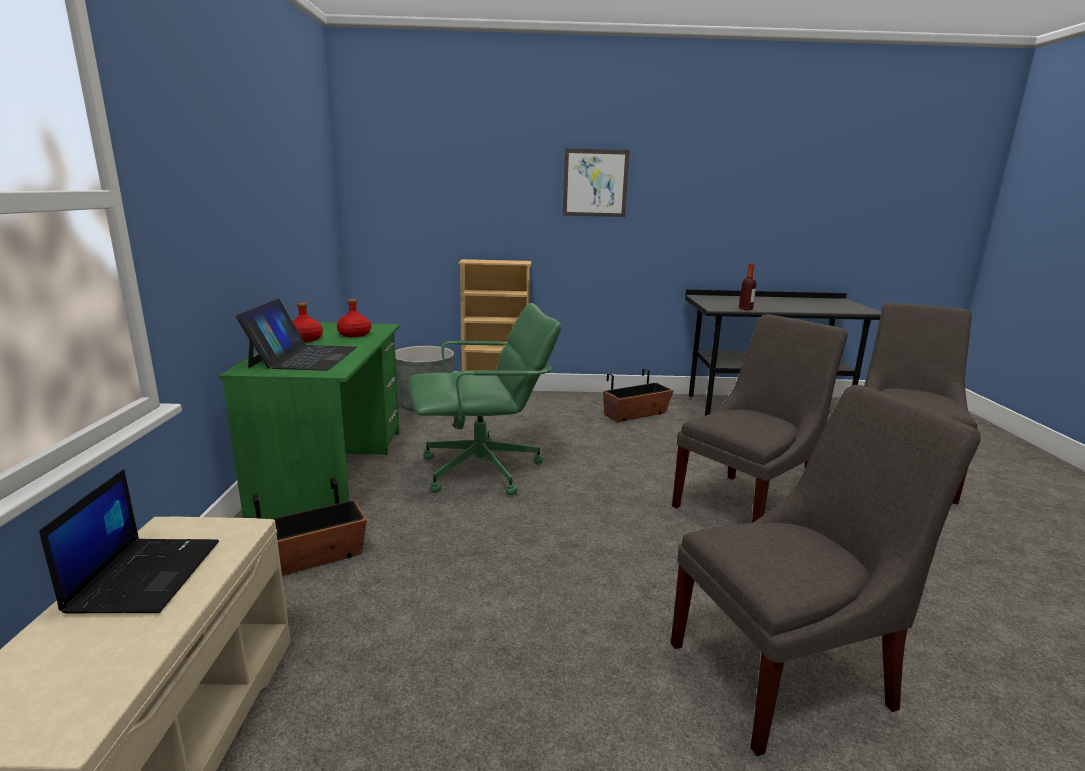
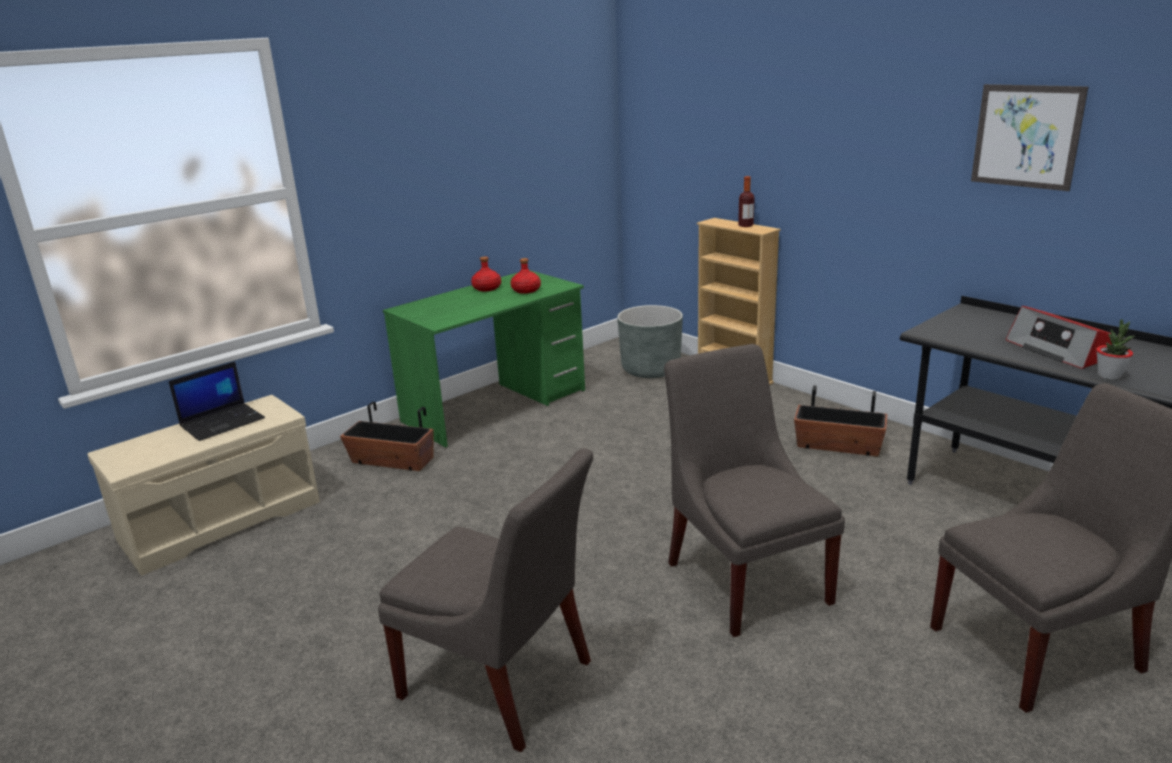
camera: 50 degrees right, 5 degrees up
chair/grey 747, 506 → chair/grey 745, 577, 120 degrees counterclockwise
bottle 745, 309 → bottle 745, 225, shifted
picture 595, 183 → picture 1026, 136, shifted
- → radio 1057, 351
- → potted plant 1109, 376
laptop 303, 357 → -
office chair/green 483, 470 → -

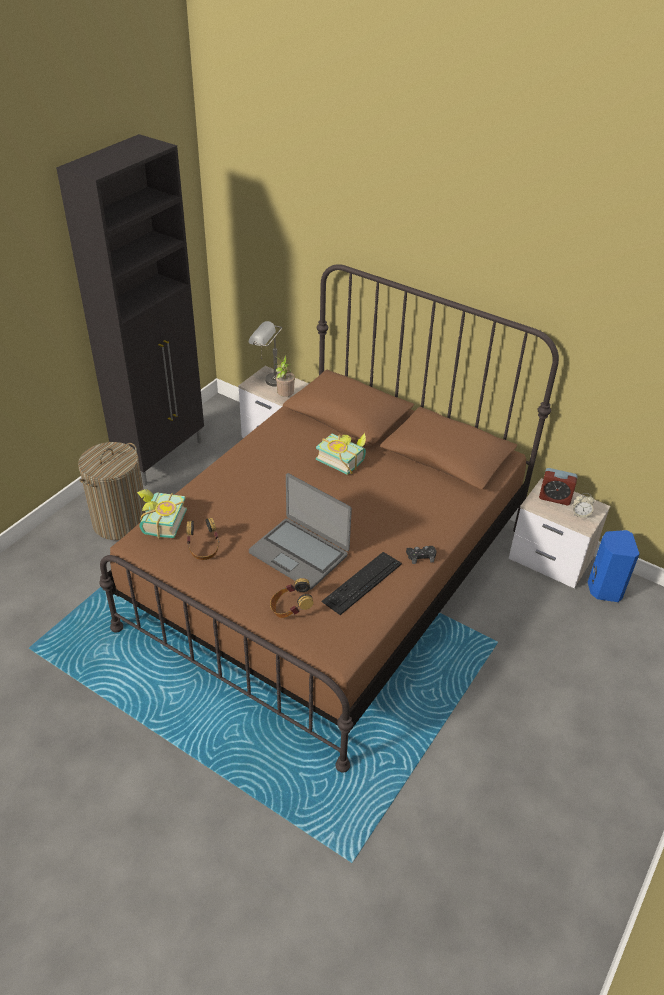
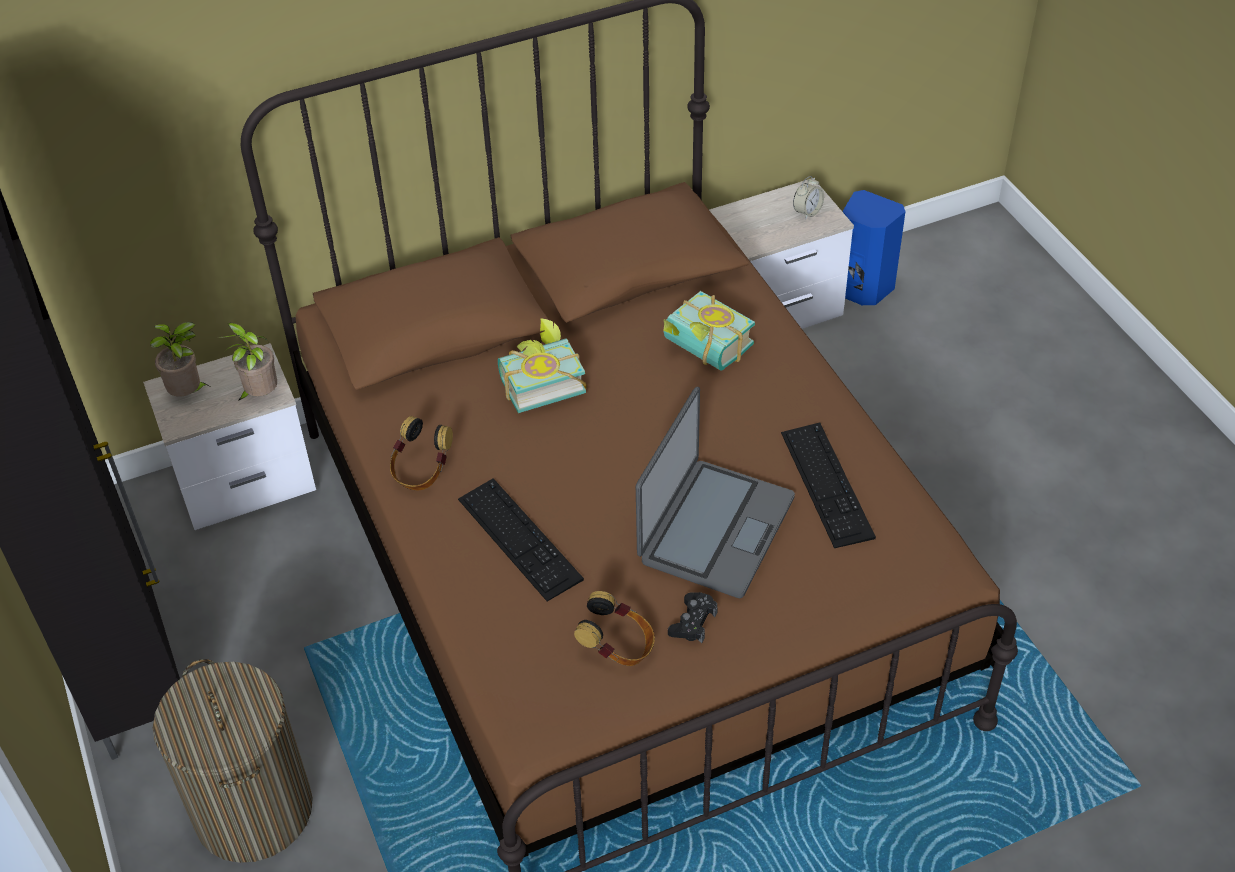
camera: 55 degrees left, 5 degrees up
table lamp/grey 268, 379 → potted plant 189, 394
headphones 290, 609 → headphones 421, 471, shifted
- → keyboard 519, 539
laptop 299, 553 → laptop 715, 529, 45 degrees counterclockwise
book 159, 522 → book 702, 351, shifted
game controller/black 421, 556 → game controller/black 693, 622, shifted
alarm clock 555, 498 → -

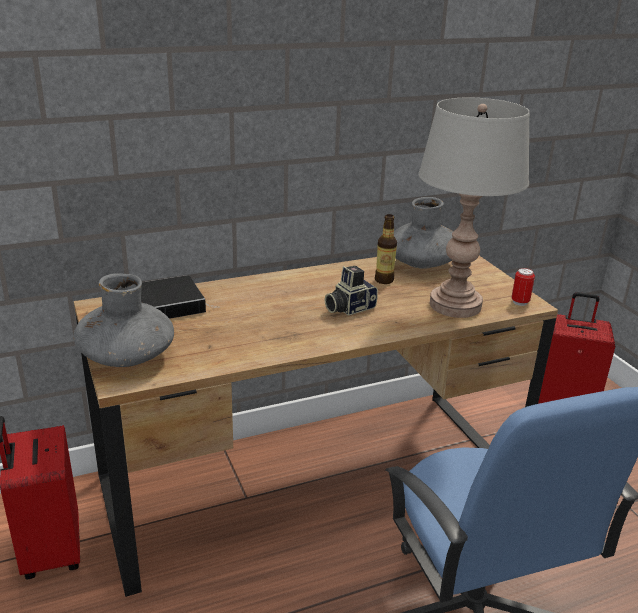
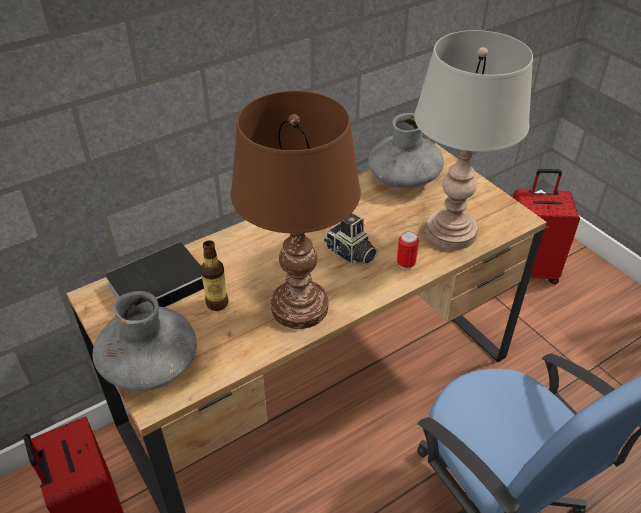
camera: 10 degrees left, 15 degrees up
bottle 384, 280 → bottle 217, 303, shifted
- → table lamp/brown 299, 307
photo camera 349, 308 → photo camera 350, 254, 90 degrees counterclockwise
can 520, 302 → can 406, 264, shifted

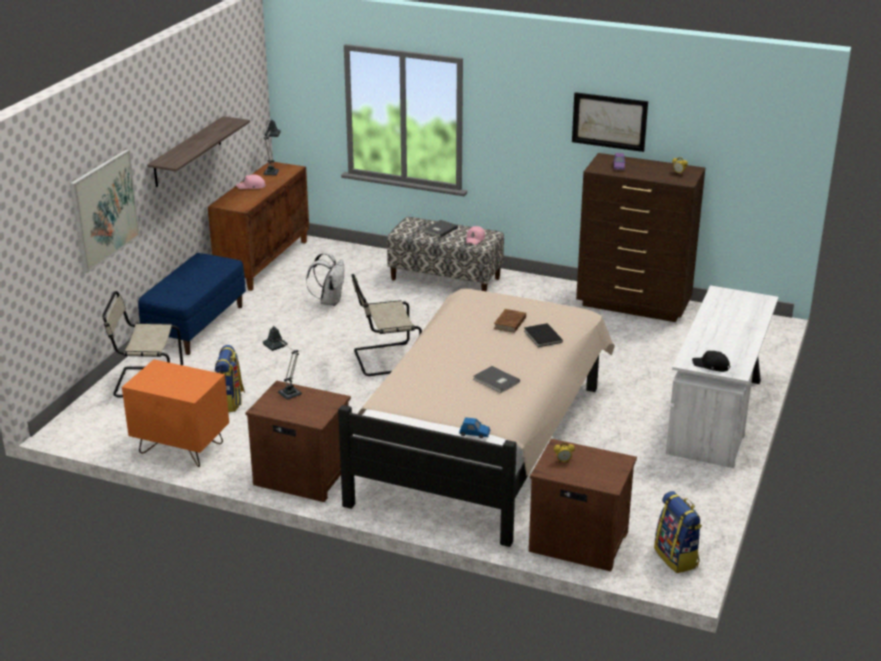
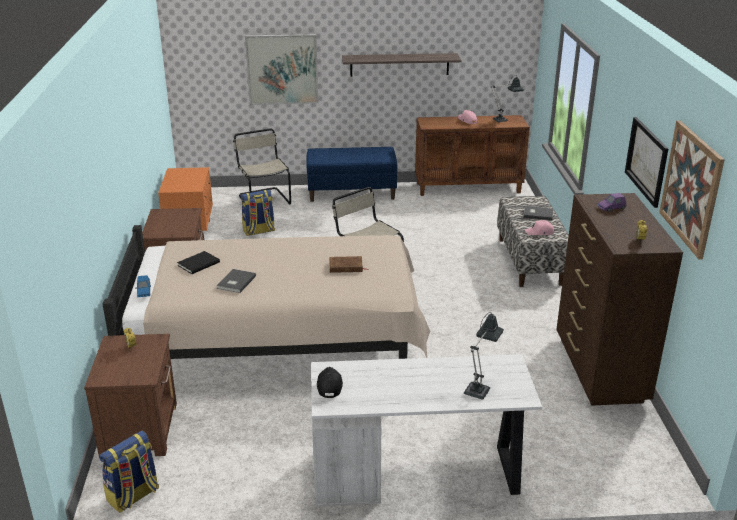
camera: 65 degrees right, 0 degrees up
book/black 542, 337 → book/black 197, 263, shifted
table lamp 286, 391 → table lamp 479, 388, shifted
- → picture 691, 188
backpack/white 329, 301 → -

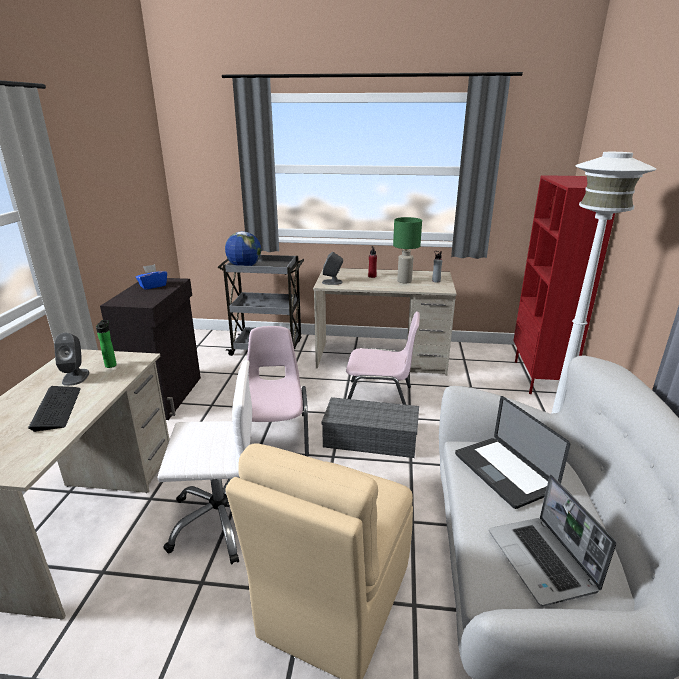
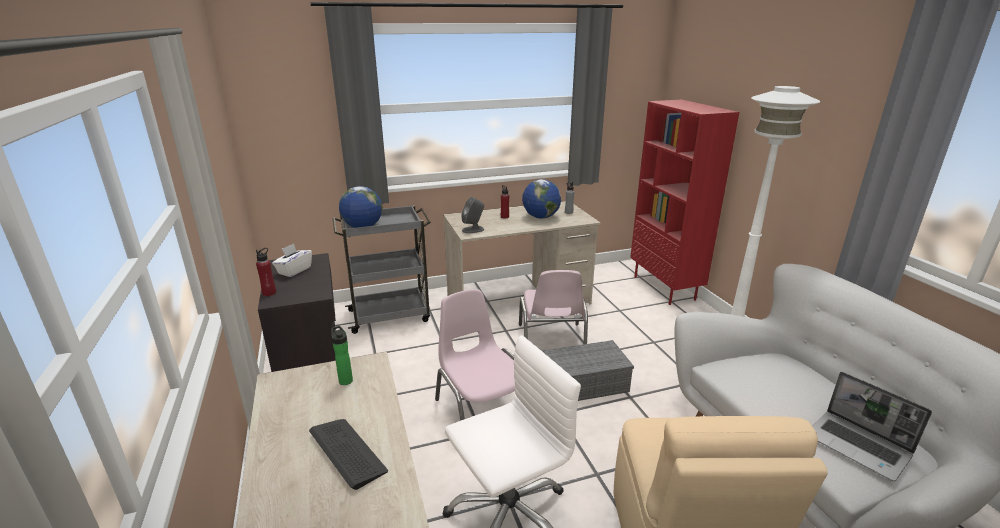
camera: 25 degrees left, 0 degrees up
- → bottle/red 269, 293
tissue box/blue 153, 286 → tissue box/white 294, 270
chair/pink 379, 399 → chair/pink 551, 342, 105 degrees clockwise
table lamp/green 404, 281 → globe 540, 217
speaker/grey 76, 377 → -
laptop 503, 472 → -

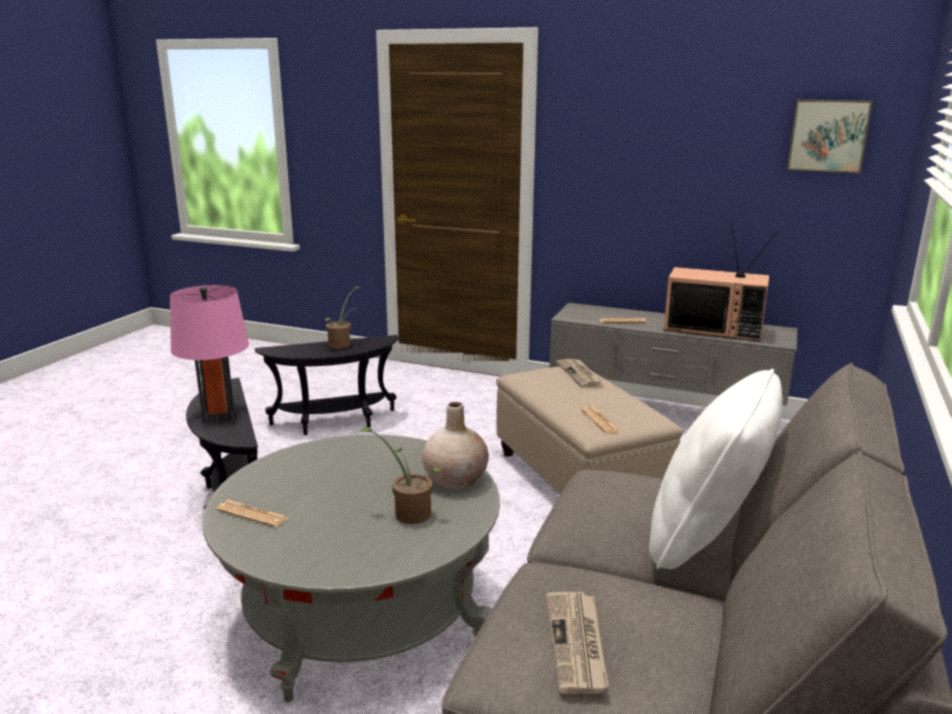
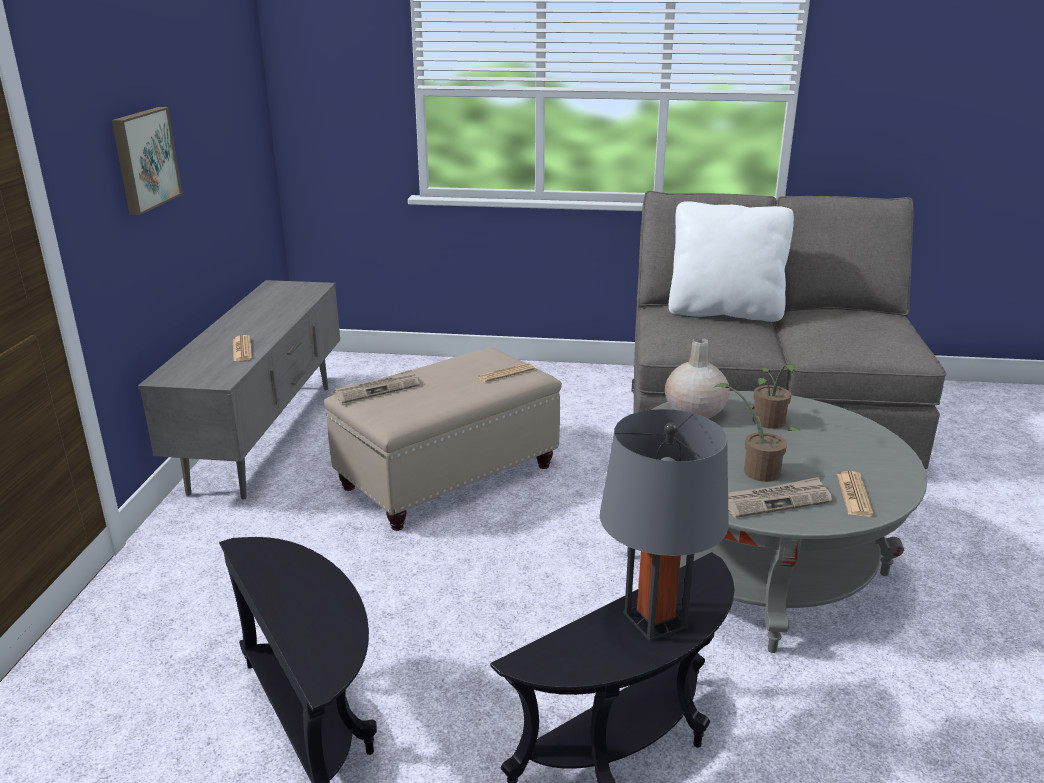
camera: 105 degrees left, 5 degrees up
picture 828, 135 → picture 144, 159, shifted
table lamp/pink 219, 415 → table lamp/grey 654, 620
potted plant 342, 344 → potted plant 756, 470, shifted
newspaper 577, 644 → newspaper 776, 500, shifted
television 714, 329 → -

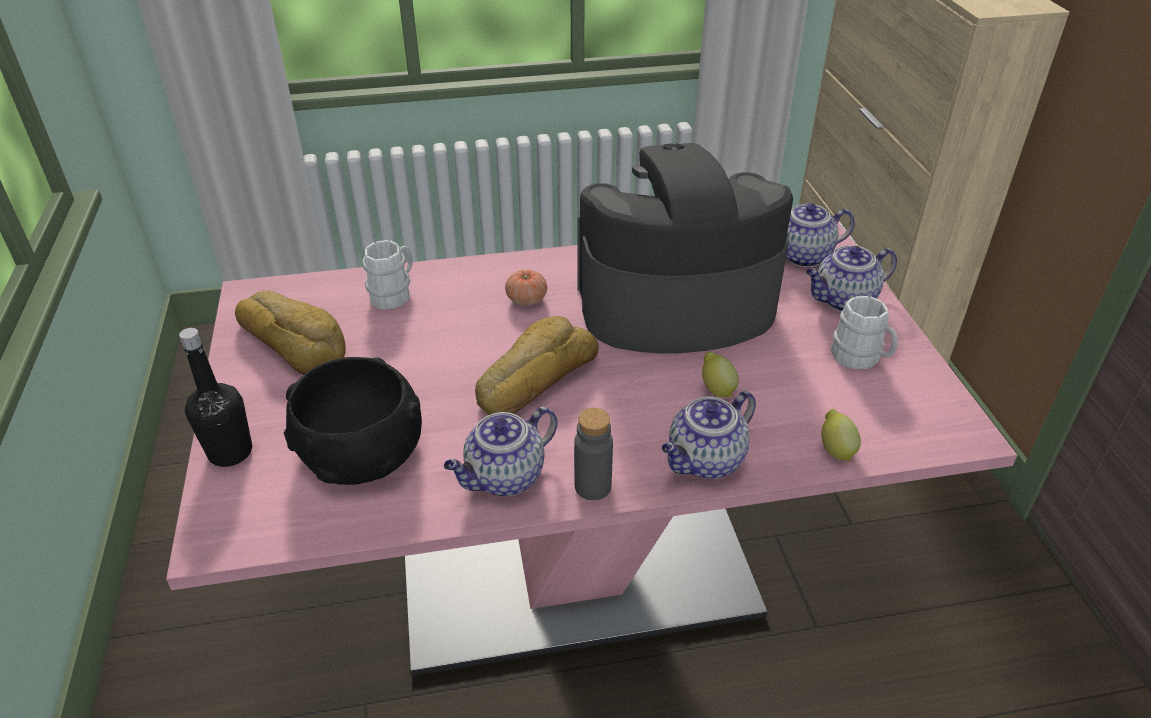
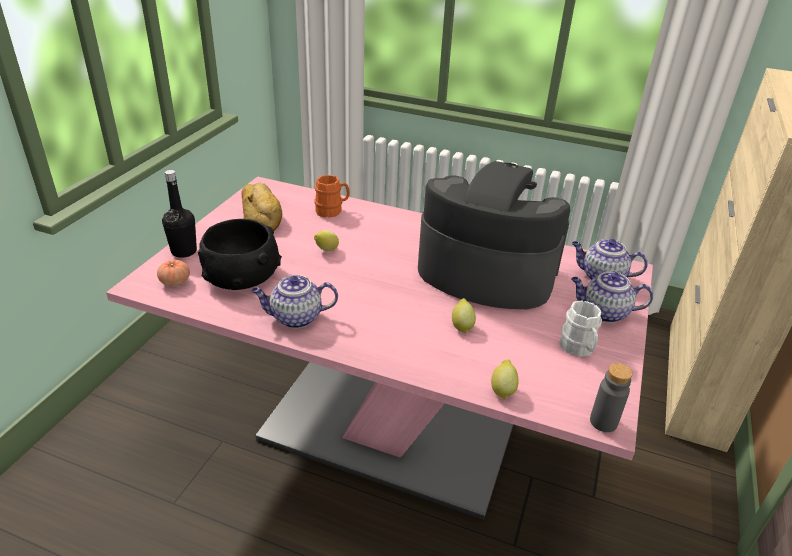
camera: 30 degrees right, 5 degrees down
tomato 526, 299 → tomato 175, 282, shifted
mug/white 394, 294 → mug/orange 332, 210
- → lemon 326, 250
bottle/grey 592, 486 → bottle/grey 603, 422, shifted
bread 534, 377 → -
teapot 705, 461 → -

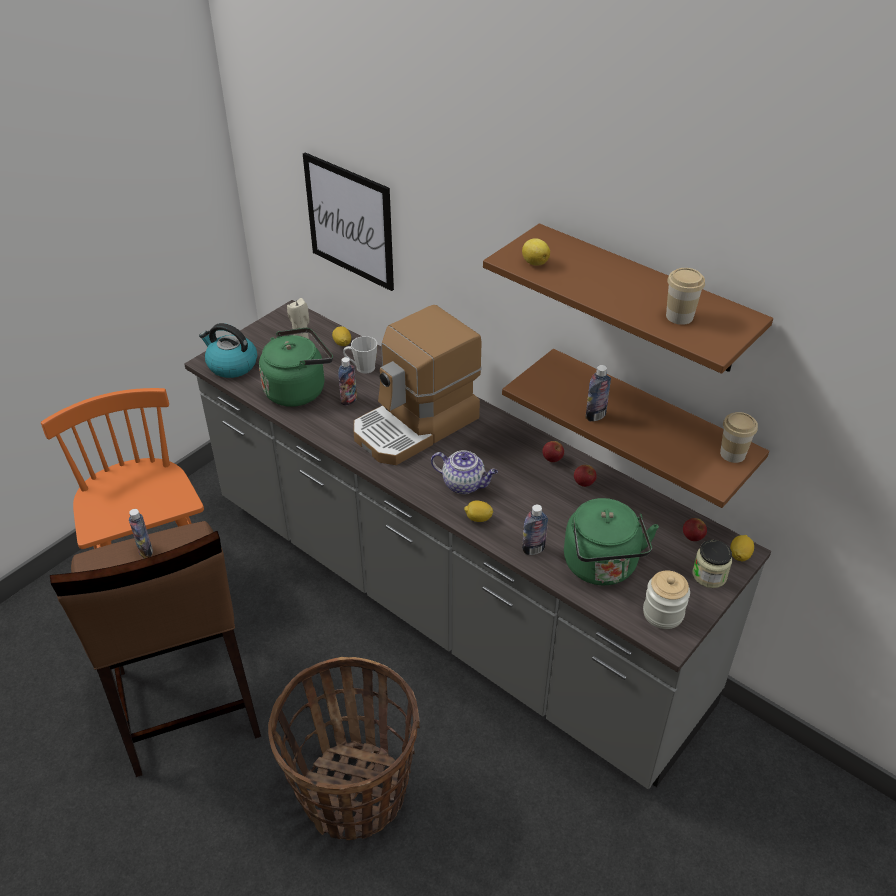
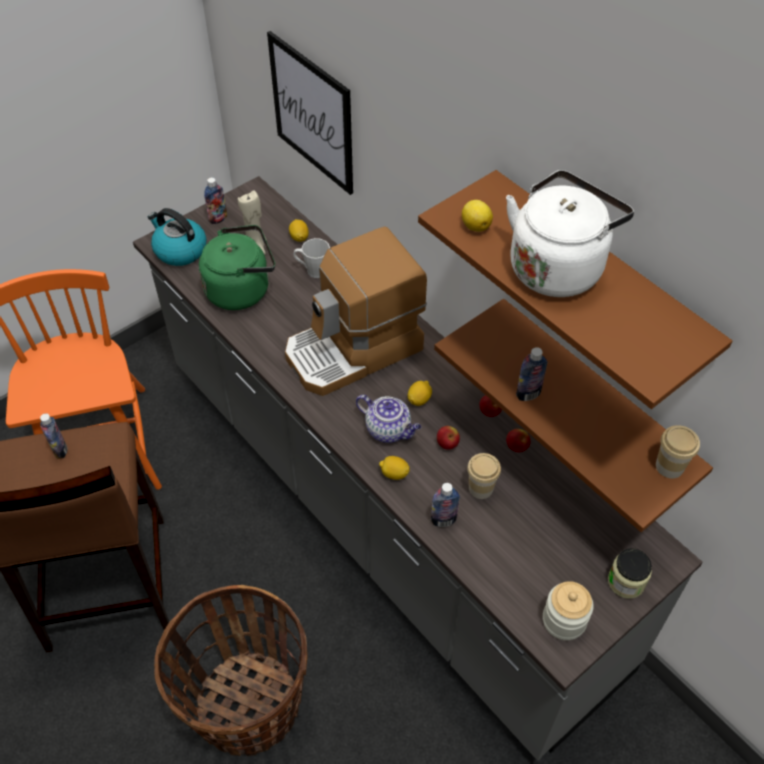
camera: 10 degrees right, 10 degrees up
bottle 349, 400 → bottle 218, 219, shifted
lemon 739, 555 → lemon 419, 399, shifted
apple 692, 537 → apple 447, 444, shifted
cup 679, 316 → cup 481, 488, shifted
- → kettle/white 558, 266
kettle/green 602, 567 → -

